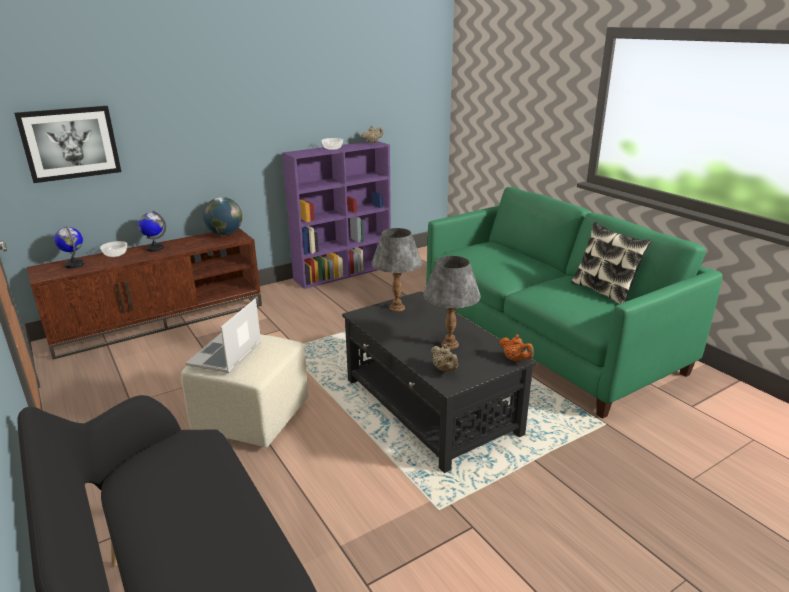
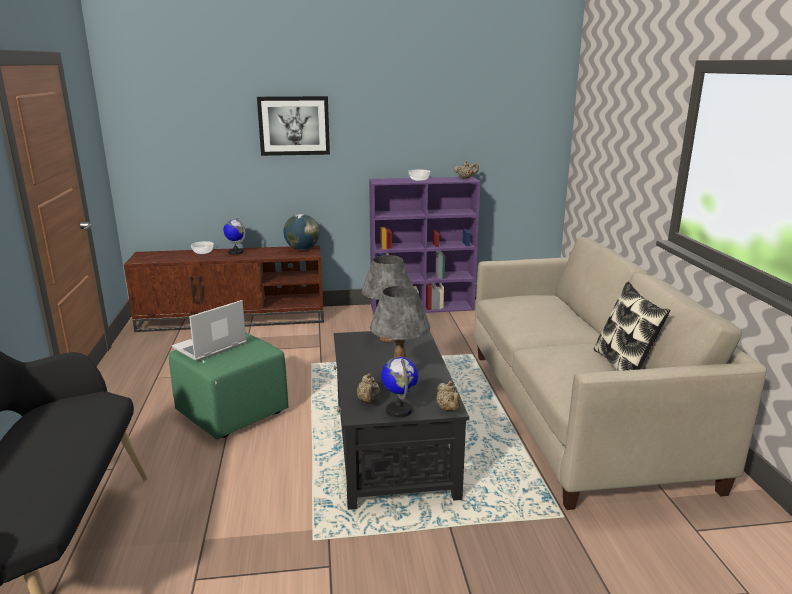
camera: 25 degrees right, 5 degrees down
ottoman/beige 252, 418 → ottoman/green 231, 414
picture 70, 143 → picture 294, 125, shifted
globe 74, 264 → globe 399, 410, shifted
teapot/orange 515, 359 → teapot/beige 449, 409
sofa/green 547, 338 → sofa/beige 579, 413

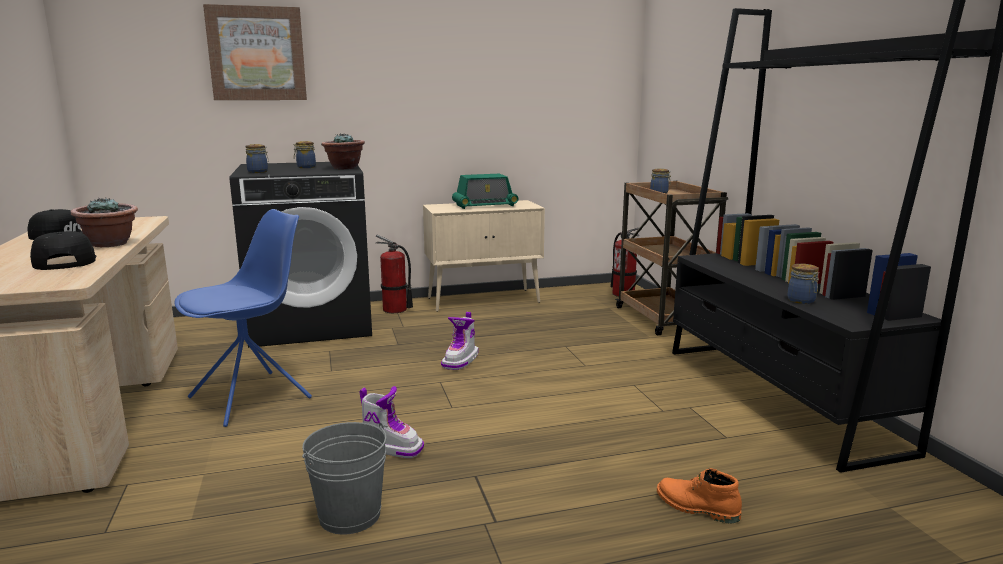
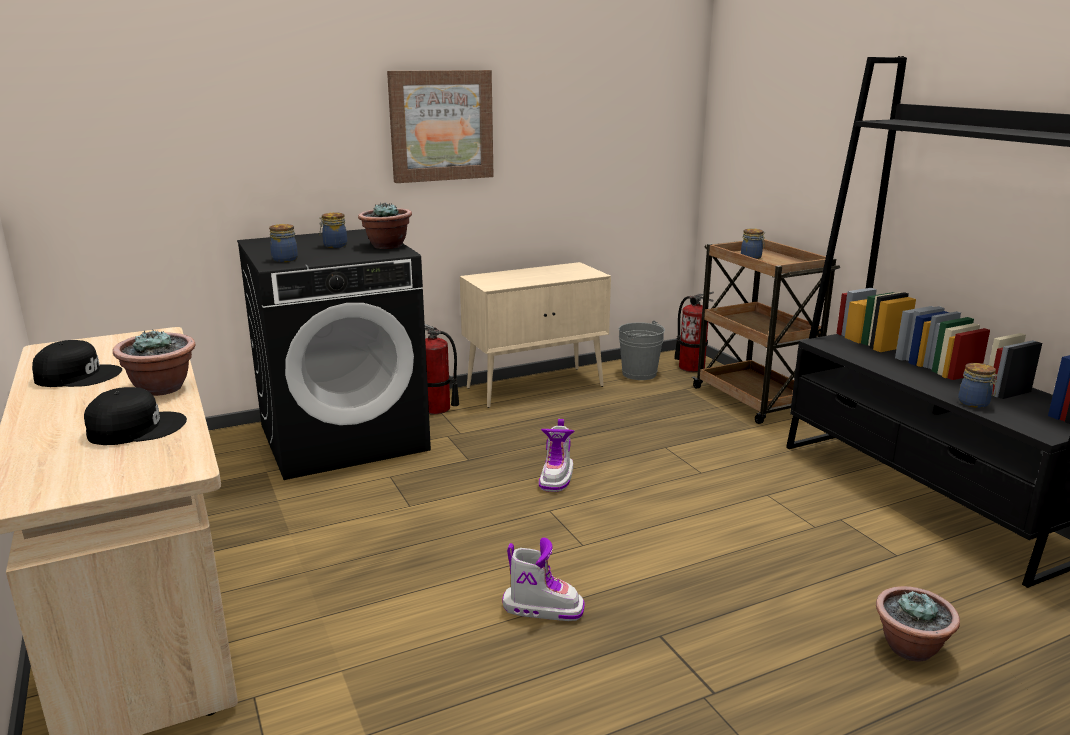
camera: 10 degrees left, 5 degrees up
cap/black 64, 262 → cap/black 136, 428, 105 degrees clockwise
picture 257, 54 → picture 441, 126, shifted
bucket/grey 349, 515 → bucket/grey 639, 374, shifted
boot/orange 696, 507 → potted plant 910, 649
chair/blue 252, 397 → -
radio 485, 205 → -

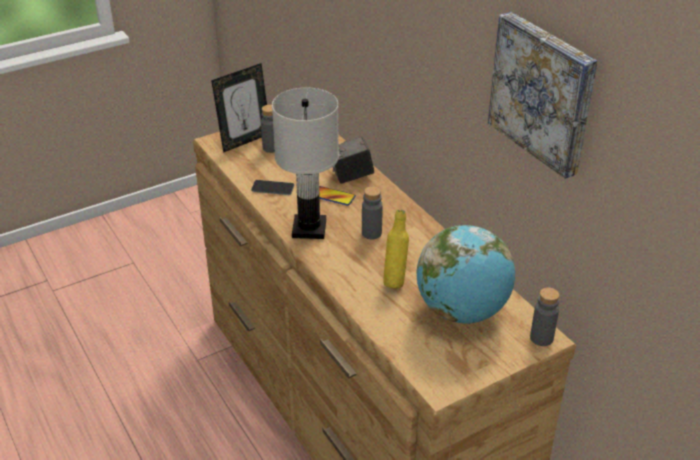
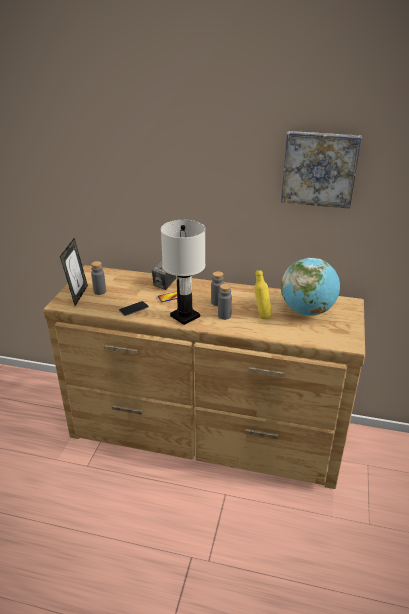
camera: 45 degrees left, 5 degrees down
bottle/grey 541, 338 → bottle/grey 224, 316, shifted

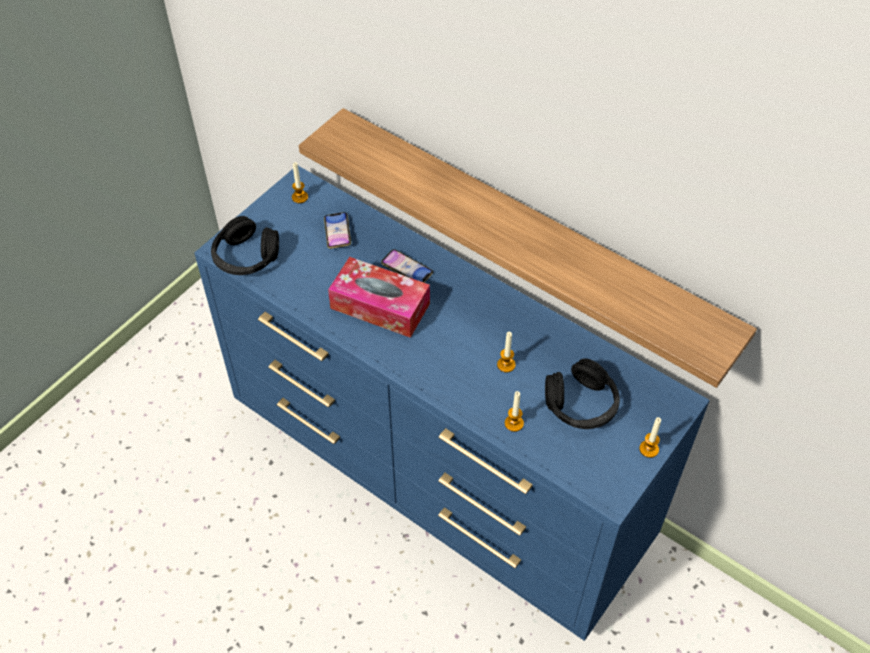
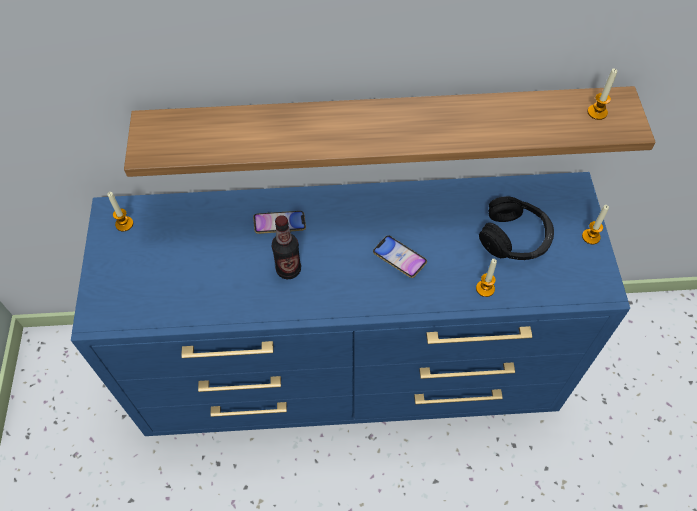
camera: 40 degrees left, 5 degrees up
tissue box 380, 306 → bottle 288, 270
phone 337, 232 → phone 399, 258, shifted
candle 506, 365 → candle 597, 112, shifted
headphones/black 246, 257 → -

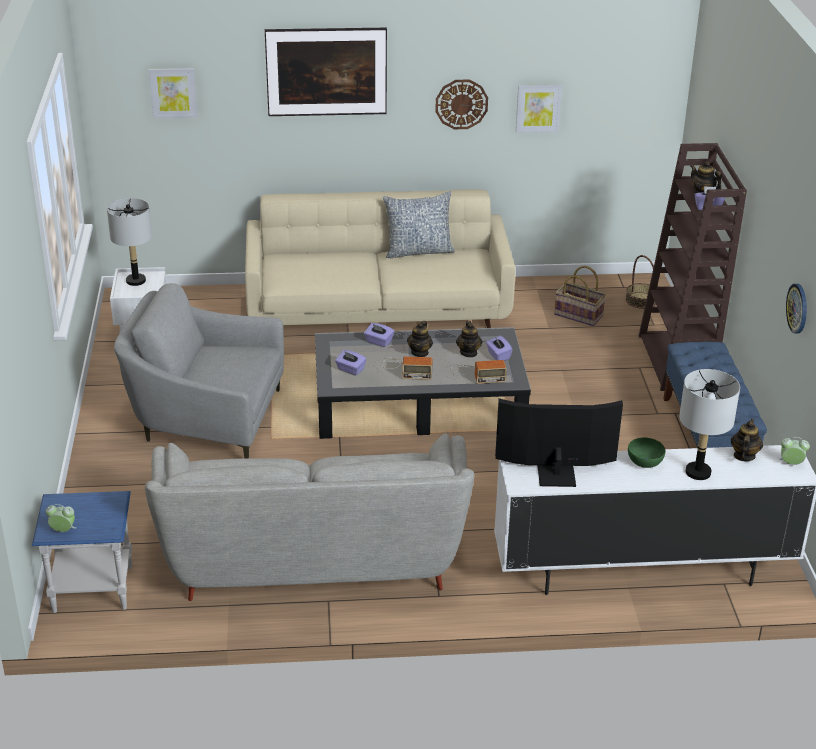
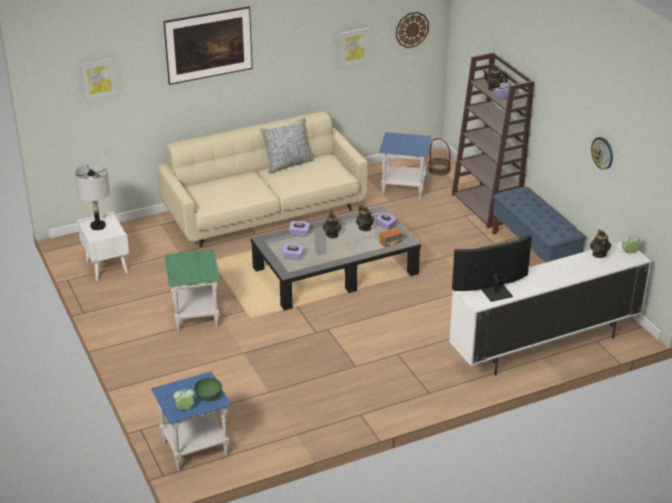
camera: 20 degrees left, 0 degrees up
armchair/grey 207, 419 → side table/green 195, 315
bowl/green 644, 461 → bowl/green 208, 396, shifted
basket 579, 315 → side table/blue 404, 188
wall clock 461, 104 → wall clock 412, 29, shifted
sofa/grey 312, 552 → -
radio 402, 369 → -
table lamp/grey 697, 472 → -

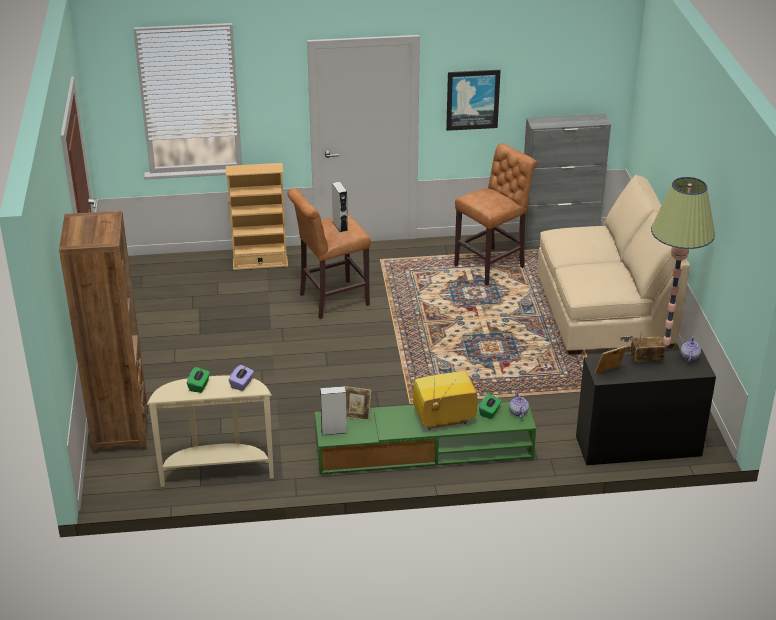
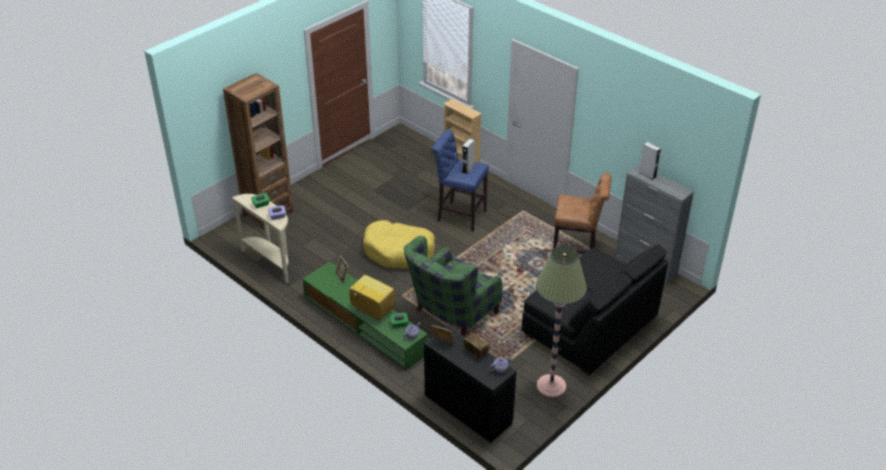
camera: 50 degrees right, 5 degrees up
- → dog bed/yellow 399, 251
- → armchair/green 450, 315
stool/brown 330, 301 → stool/blue 459, 215
sofa/beige 603, 312 → sofa/black 589, 326
speaker/grey 334, 431 → speaker/grey 647, 175, shifted
picture 472, 99 → -

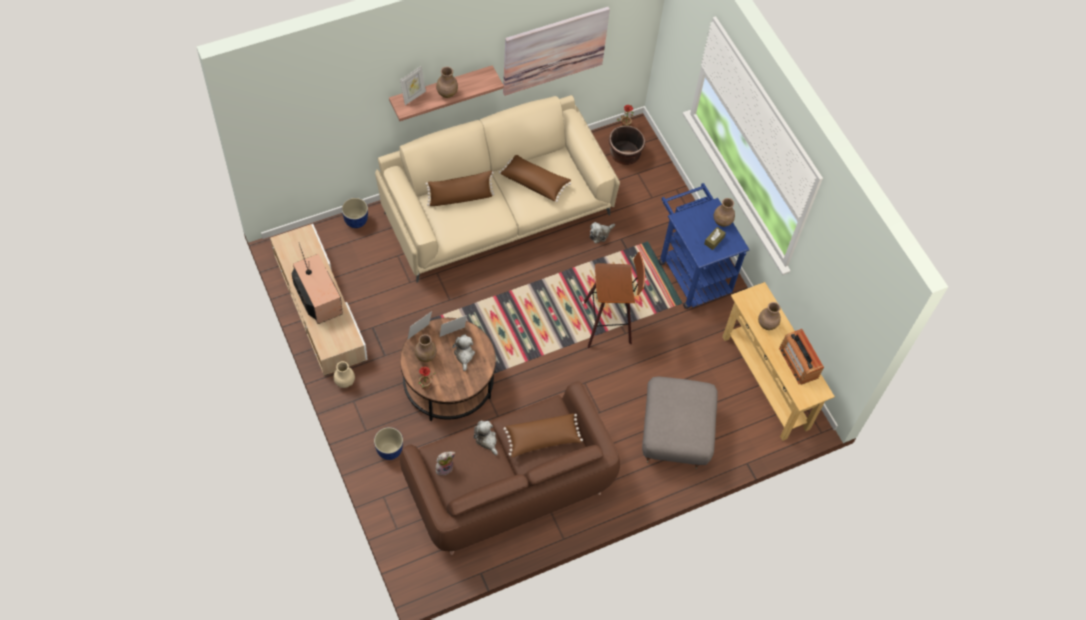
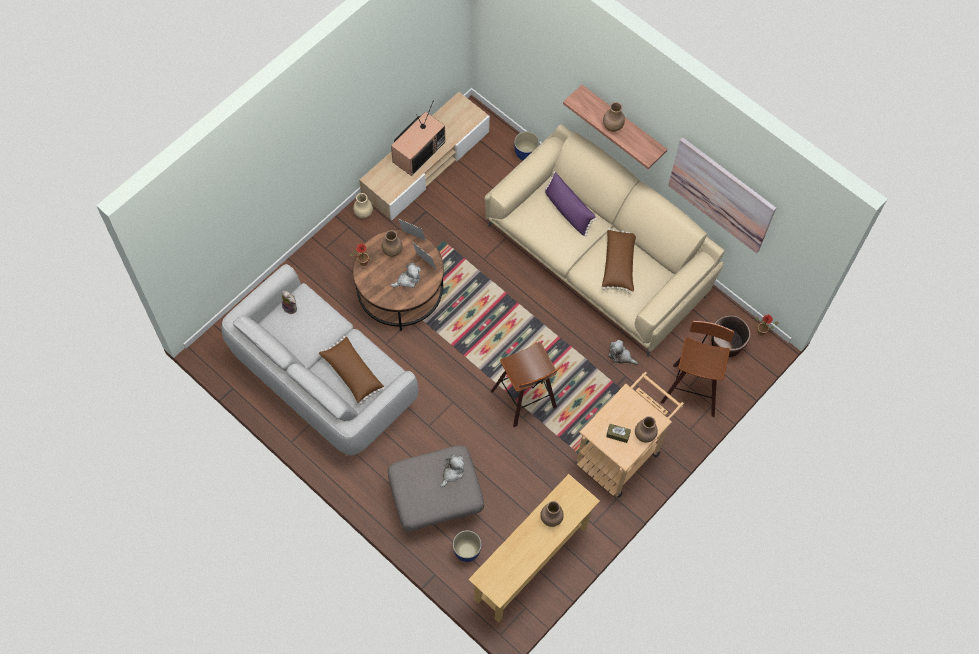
camera: 70 degrees right, 5 degrees up
sofa/brown 509, 485 → sofa/grey 323, 378
plush toy 486, 440 → plush toy 452, 472, shifted
planter 389, 450 → planter 467, 551, shifted
pillow/brown 460, 198 → pillow/purple 568, 211
cart/blue 691, 271 → cart/beige 622, 452
- → stool 692, 388
picture frame 413, 96 → -
radio 798, 362 → -

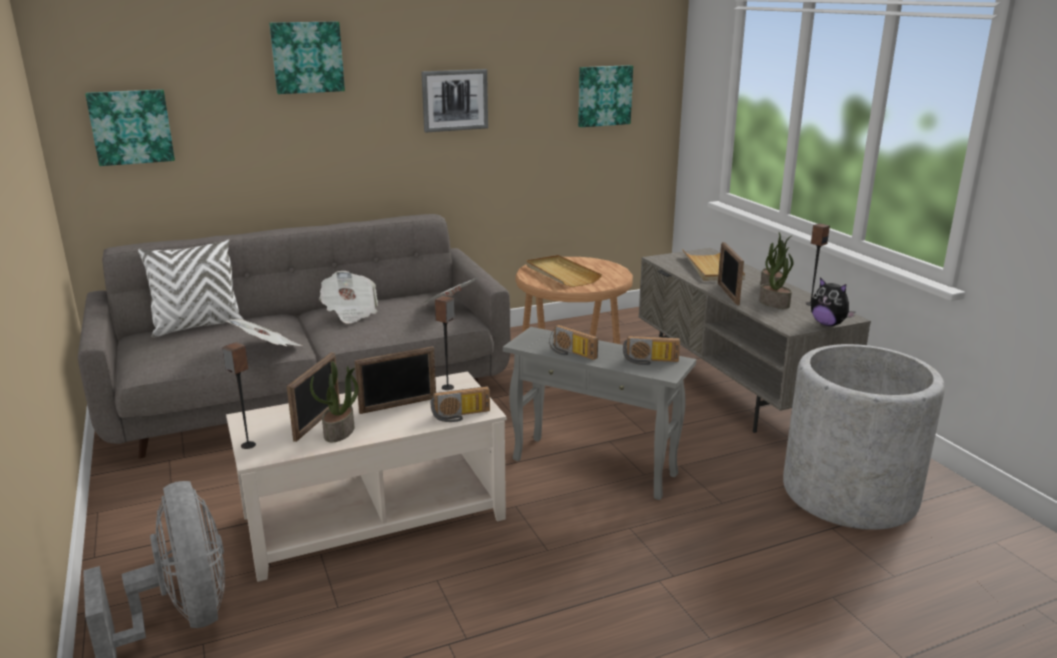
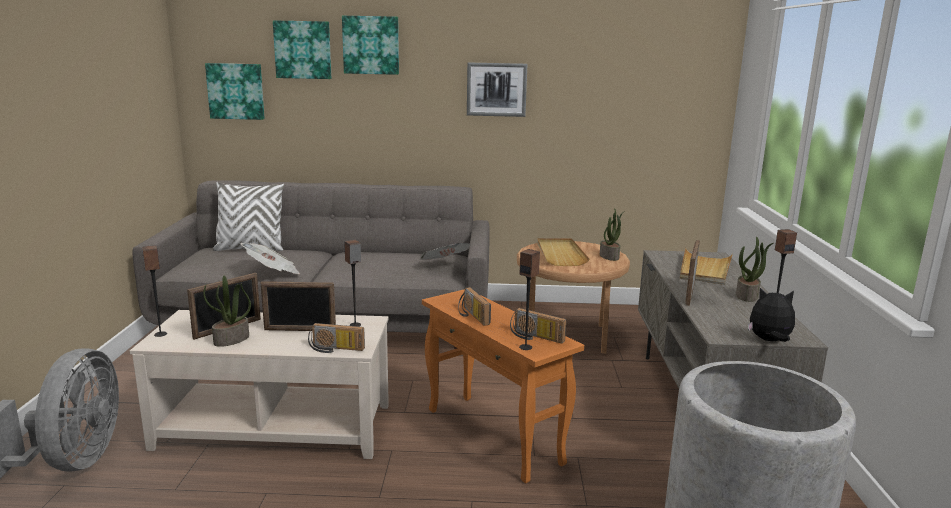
camera: 25 degrees right, 5 degrees down
picture 604, 95 → picture 303, 50, shifted
side table/grey 594, 467 → side table/orange 493, 436
- → speaker 525, 347
potted plant 775, 303 → potted plant 609, 256, shifted
plush toy 828, 324 → plush toy 769, 341, 120 degrees clockwise
newspaper 350, 312 → -

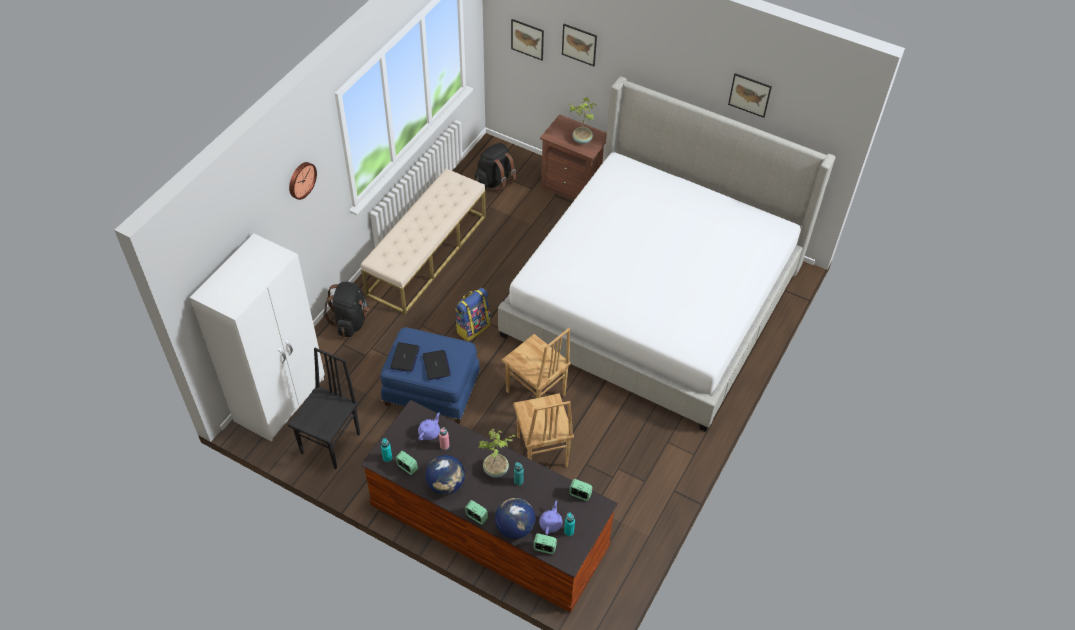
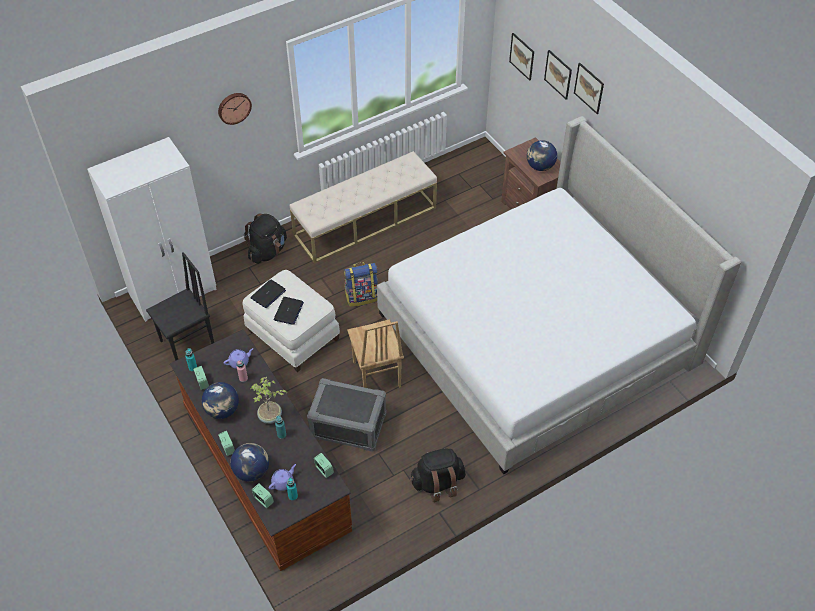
camera: 30 degrees right, 0 degrees up
ottoman/blue 431, 392 → ottoman/white 292, 336
chair/brown 541, 452 → storage box/grey 348, 425
backpack/black 495, 180 → backpack/black 438, 483, shifted
potted plant 582, 140 → globe 540, 167
picture 749, 95 → picture 589, 88, shifted

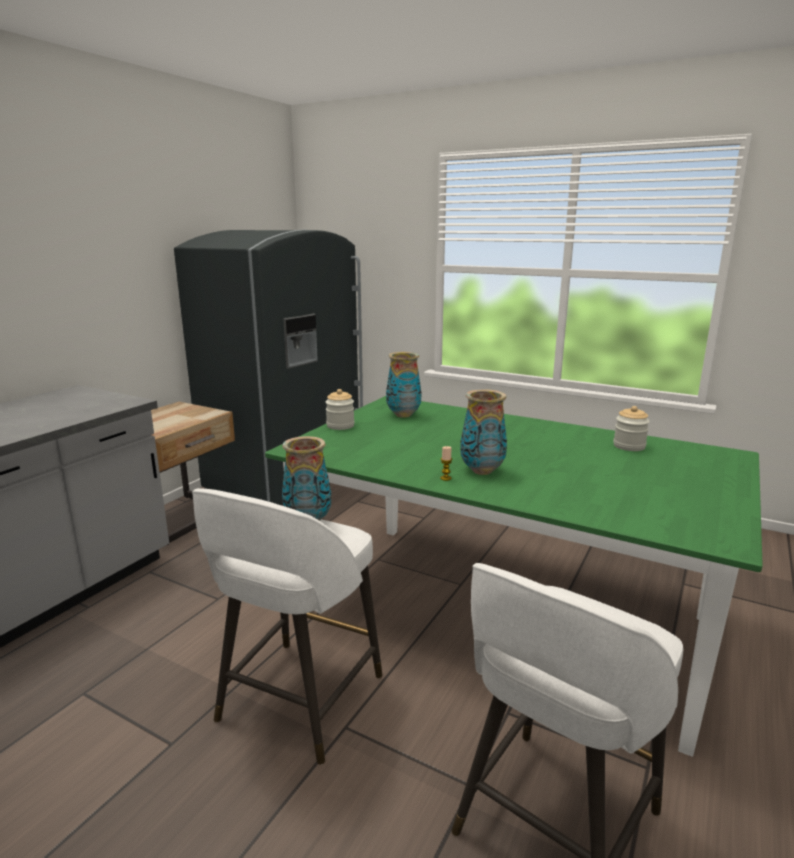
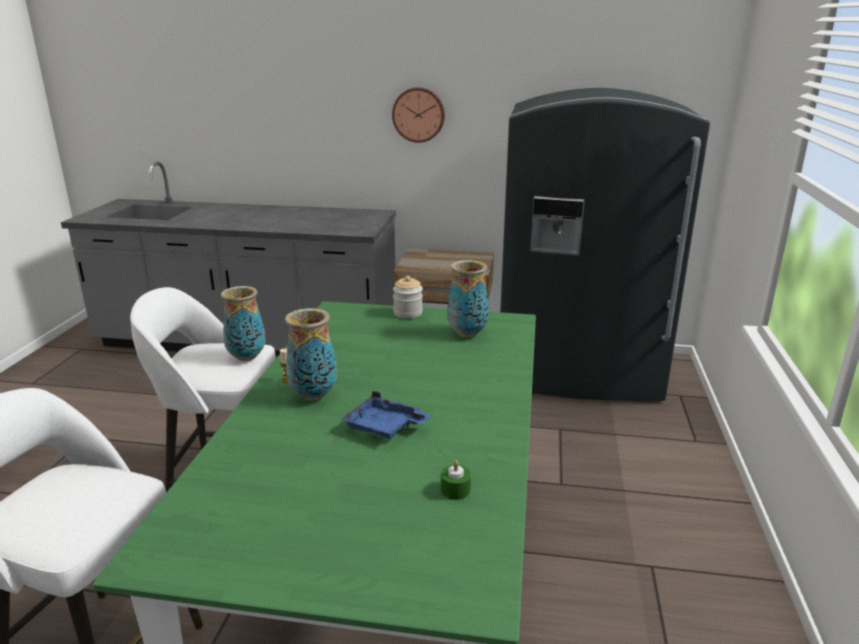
camera: 70 degrees right, 5 degrees up
- → tray/blue 384, 427
- → wall clock 418, 114
jar 629, 446 → candle/green 455, 490

